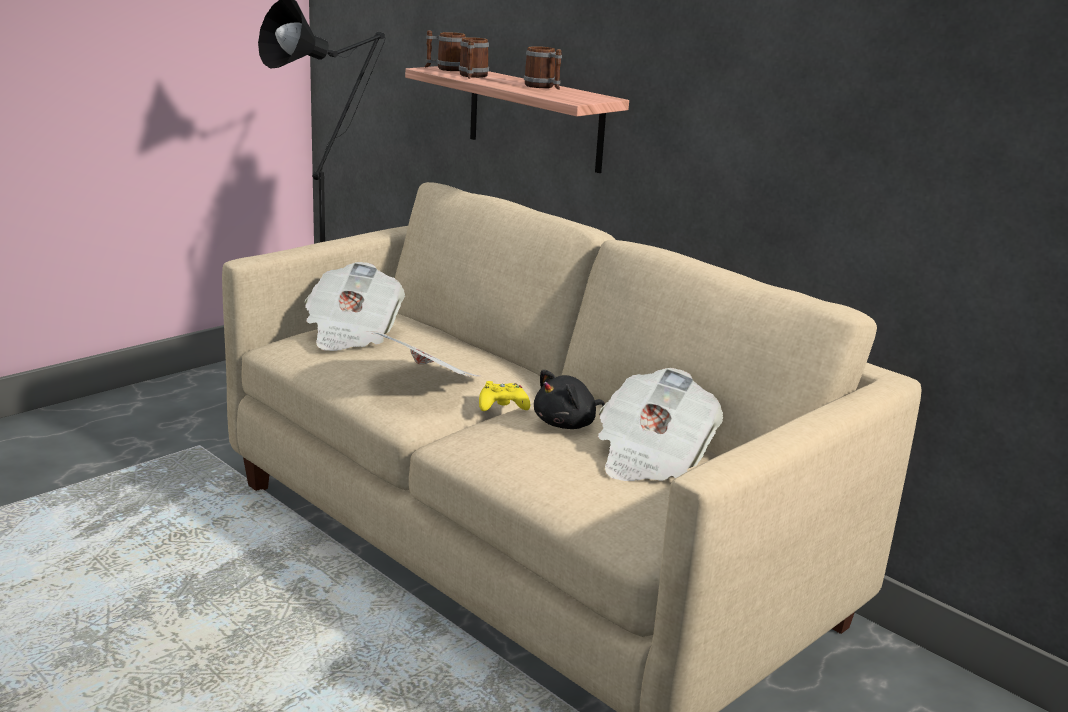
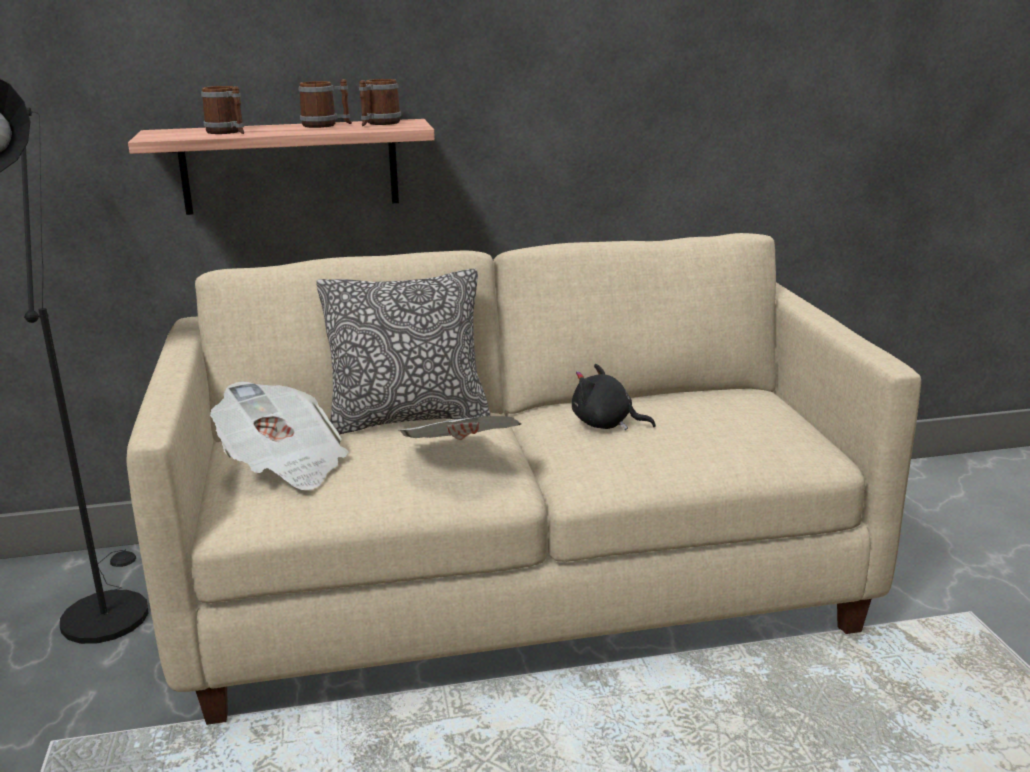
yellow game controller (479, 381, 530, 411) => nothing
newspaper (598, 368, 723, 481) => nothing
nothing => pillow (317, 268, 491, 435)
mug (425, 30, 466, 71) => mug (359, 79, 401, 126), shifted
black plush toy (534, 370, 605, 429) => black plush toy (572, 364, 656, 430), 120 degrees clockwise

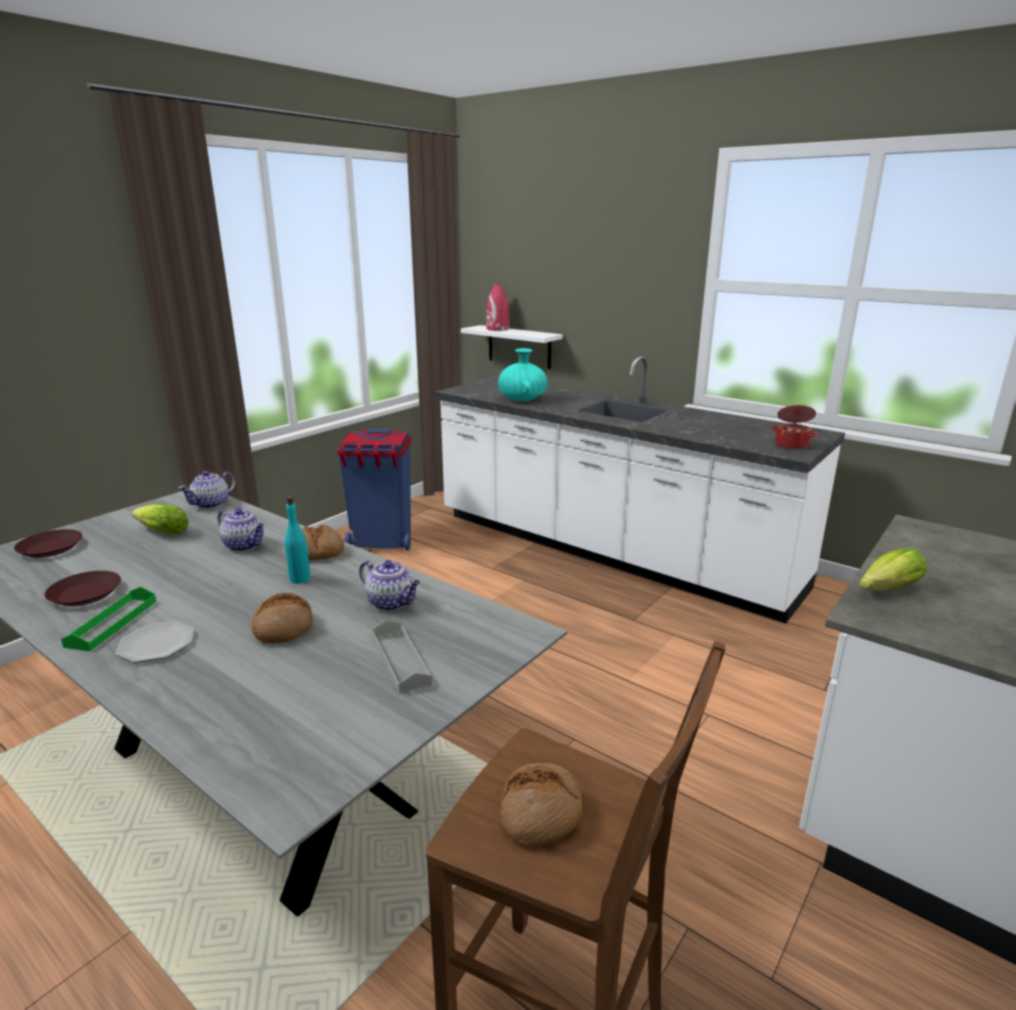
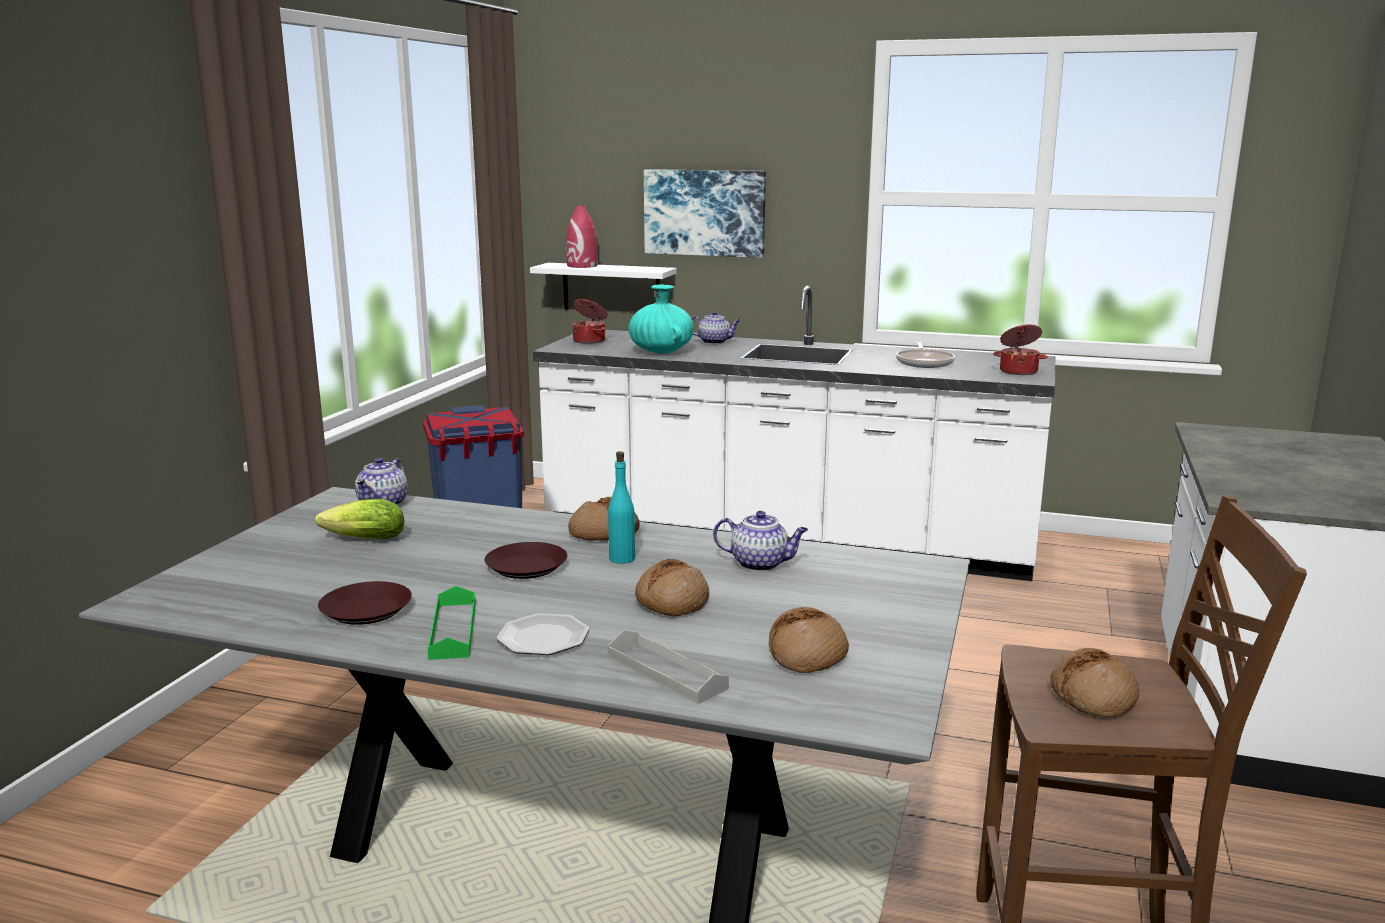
lettuce (860, 548, 927, 591) => nothing
nothing => cooking pot (573, 299, 607, 344)
nothing => picture (644, 169, 766, 258)
nothing => bread (769, 607, 849, 673)
nothing => frying pan (896, 342, 955, 368)
brown plate (14, 529, 83, 558) => brown plate (484, 542, 567, 579), shifted
teapot (218, 508, 264, 551) => teapot (691, 311, 741, 344), shifted
grey tray (372, 620, 432, 694) => grey tray (608, 630, 729, 704), shifted

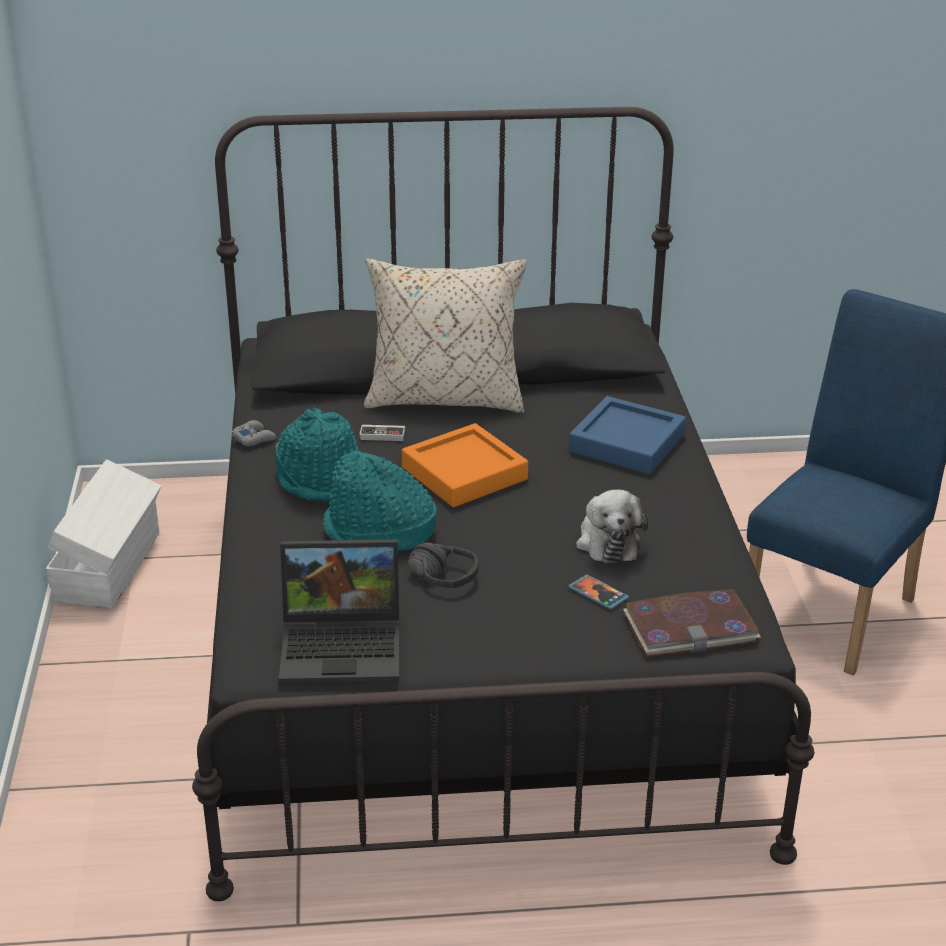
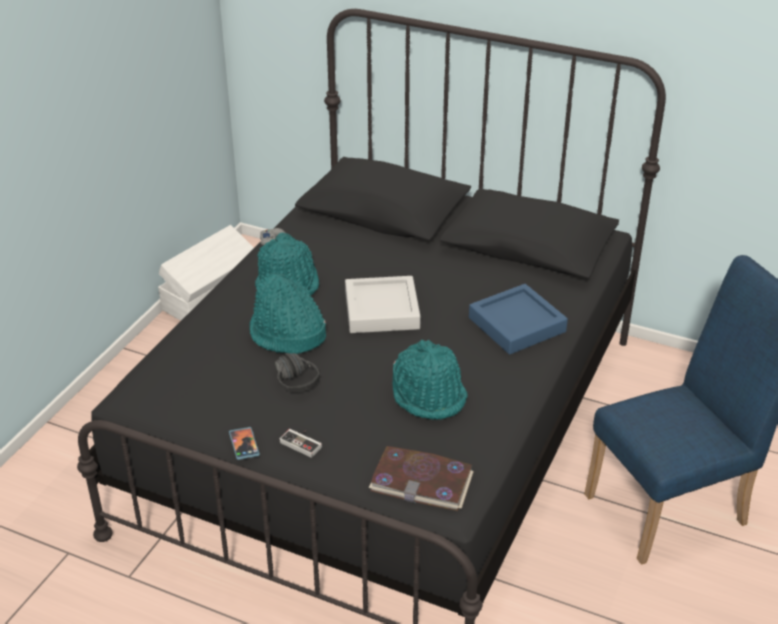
laptop (279, 539, 400, 686) => nothing
beige pillow (364, 258, 526, 413) => nothing
game controller (360, 422, 405, 441) => game controller (279, 429, 322, 458), shifted
phone (568, 574, 629, 609) => phone (229, 427, 260, 460), shifted
plush toy (576, 490, 648, 563) => turquoise hat (393, 340, 468, 420)
orange tray (402, 423, 528, 507) => grey tray (345, 276, 421, 333)

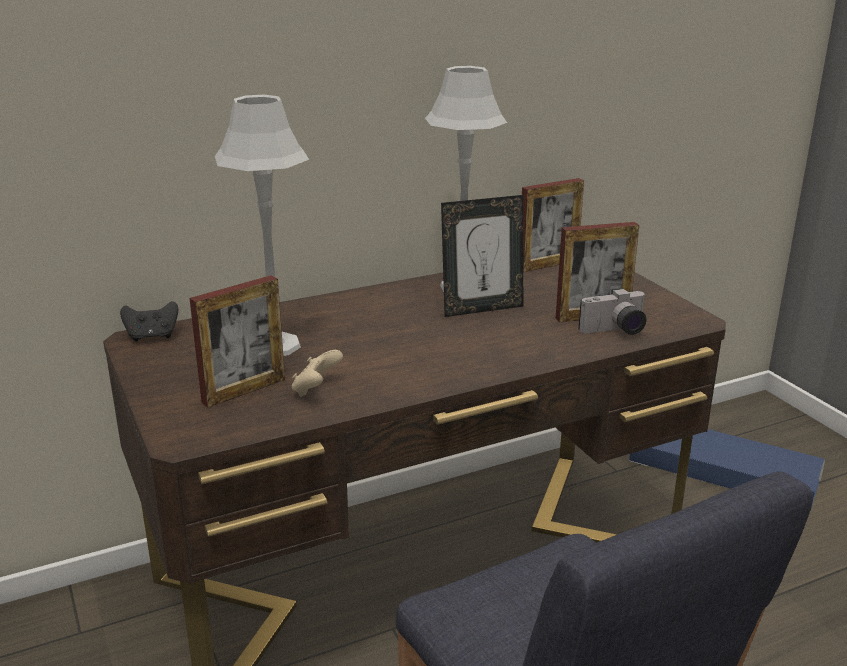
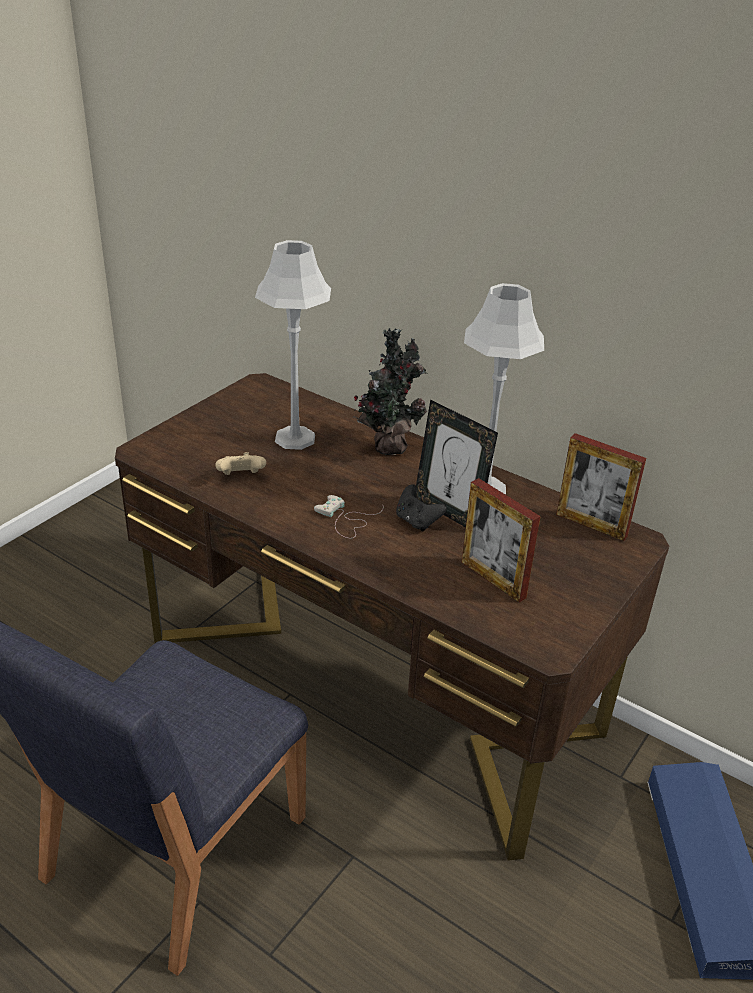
picture frame (189, 275, 285, 408) => nothing
photo camera (578, 288, 646, 335) => nothing
nothing => white game controller (314, 495, 383, 538)
nothing => potted plant (353, 328, 427, 455)
black game controller (120, 301, 178, 342) => black game controller (396, 484, 447, 531), shifted

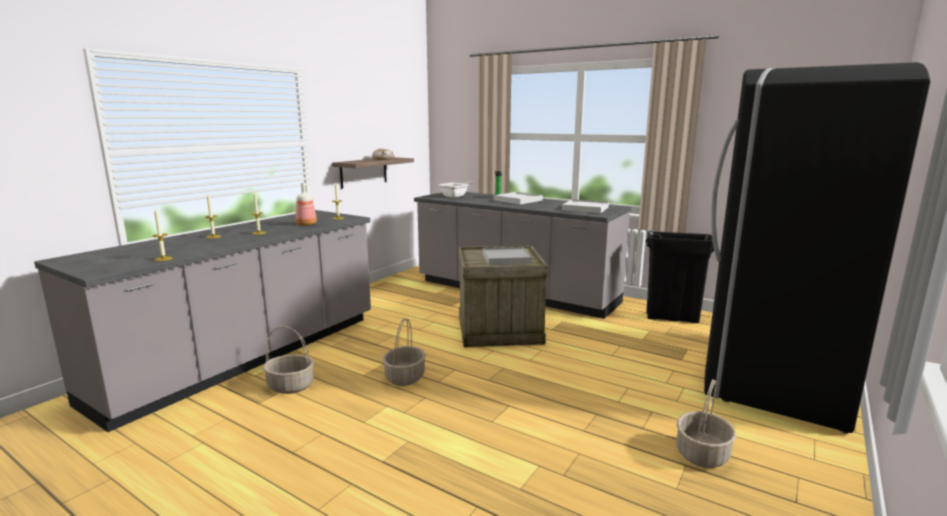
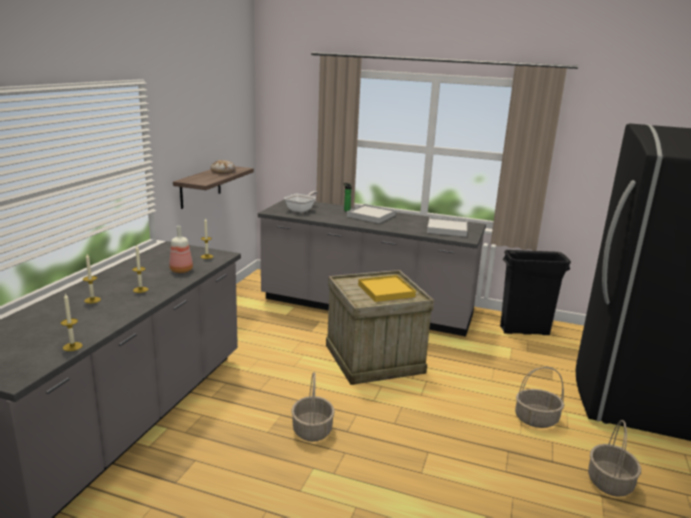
basket (263, 326, 314, 394) => basket (515, 367, 564, 428), shifted
white tray (483, 247, 532, 265) => yellow tray (358, 275, 416, 302)

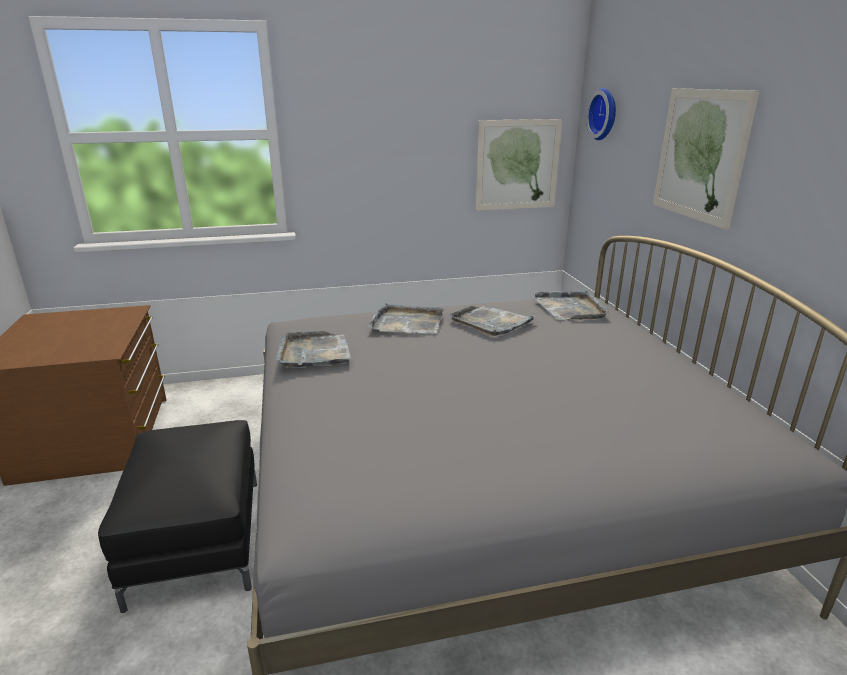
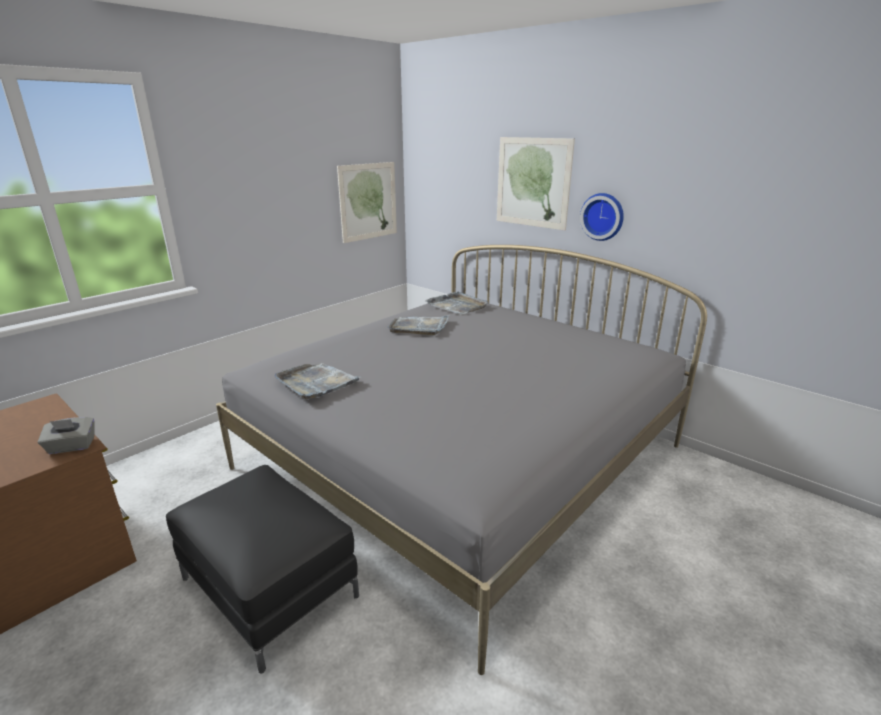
grey tray (369, 303, 444, 334) => nothing
nothing => grey tissue box (38, 417, 95, 454)
wall clock (586, 88, 616, 140) => wall clock (580, 193, 624, 241), shifted

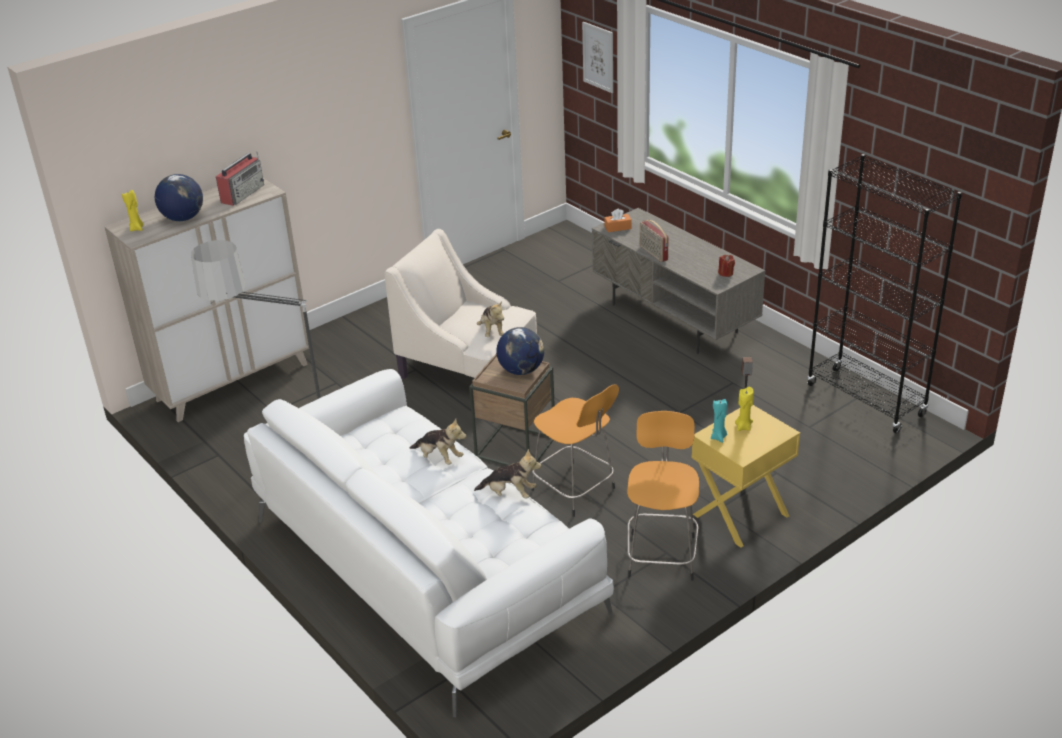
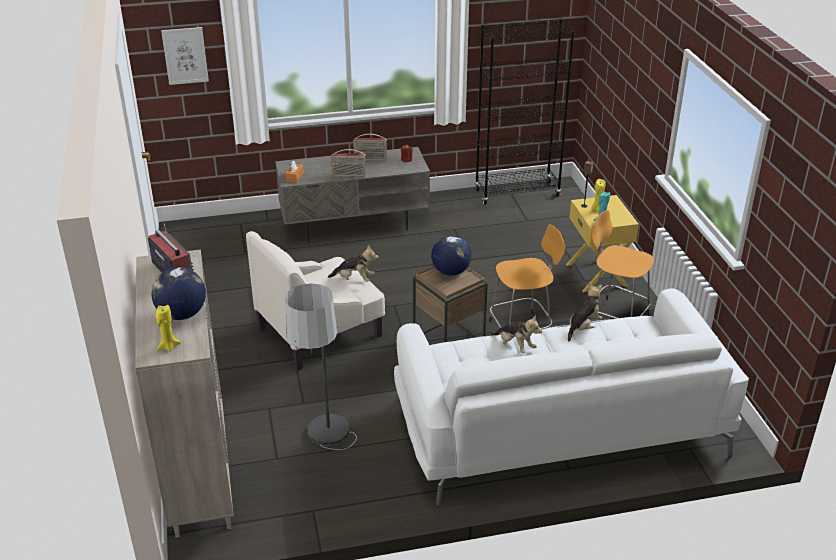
nothing => radio (353, 134, 387, 161)
plush toy (410, 419, 467, 465) => plush toy (491, 314, 542, 354), 75 degrees clockwise

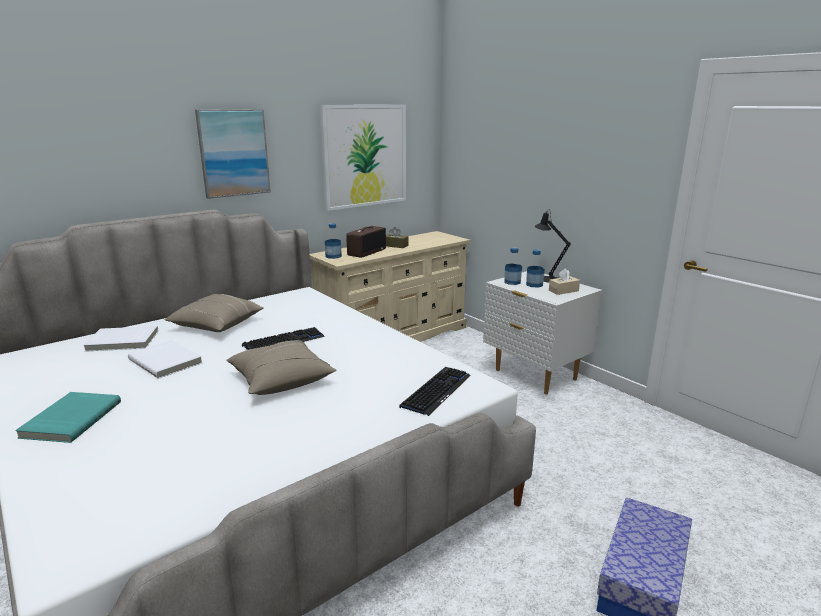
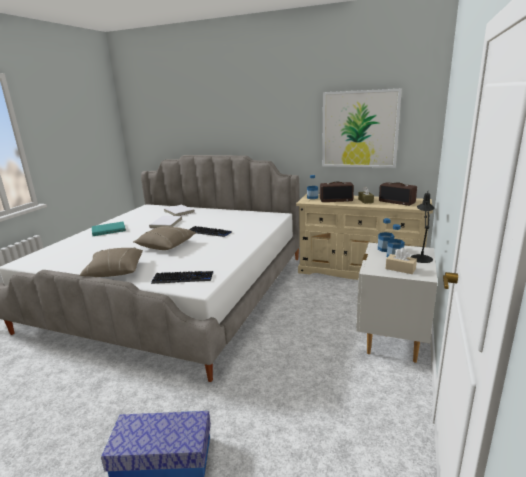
picture (195, 109, 271, 199) => nothing
nothing => radio (379, 182, 417, 206)
beige pillow (165, 294, 264, 332) => beige pillow (79, 247, 143, 277), shifted

